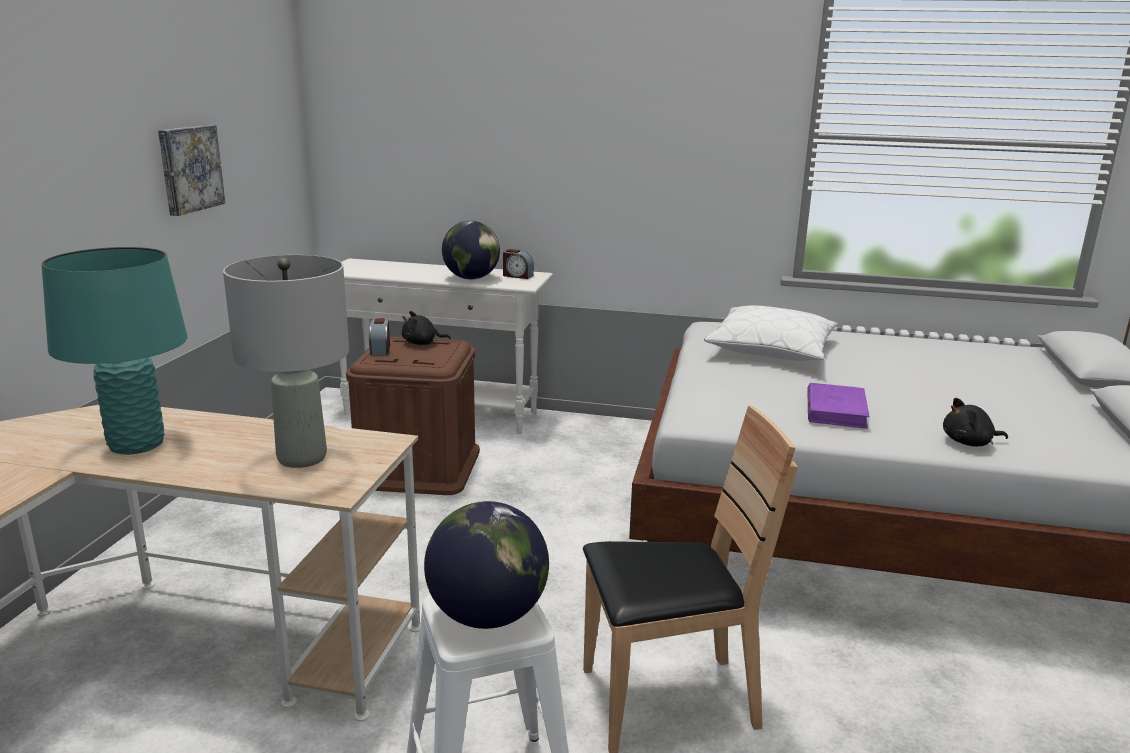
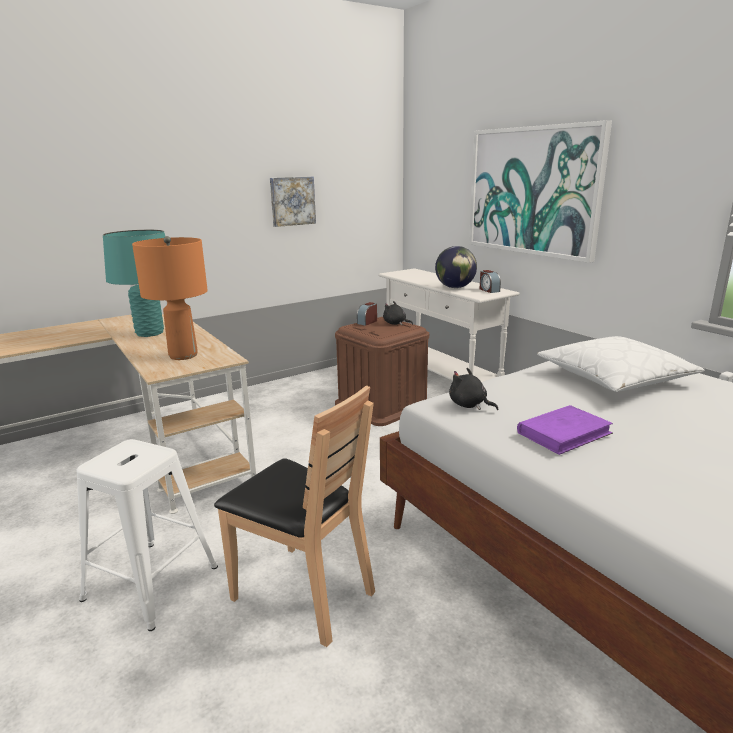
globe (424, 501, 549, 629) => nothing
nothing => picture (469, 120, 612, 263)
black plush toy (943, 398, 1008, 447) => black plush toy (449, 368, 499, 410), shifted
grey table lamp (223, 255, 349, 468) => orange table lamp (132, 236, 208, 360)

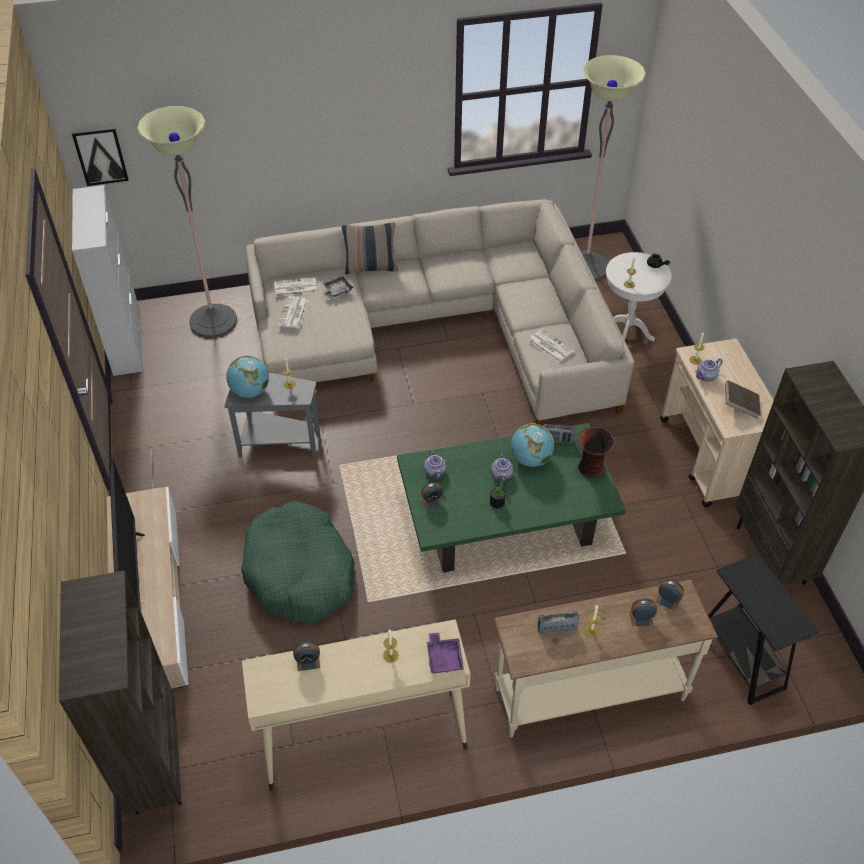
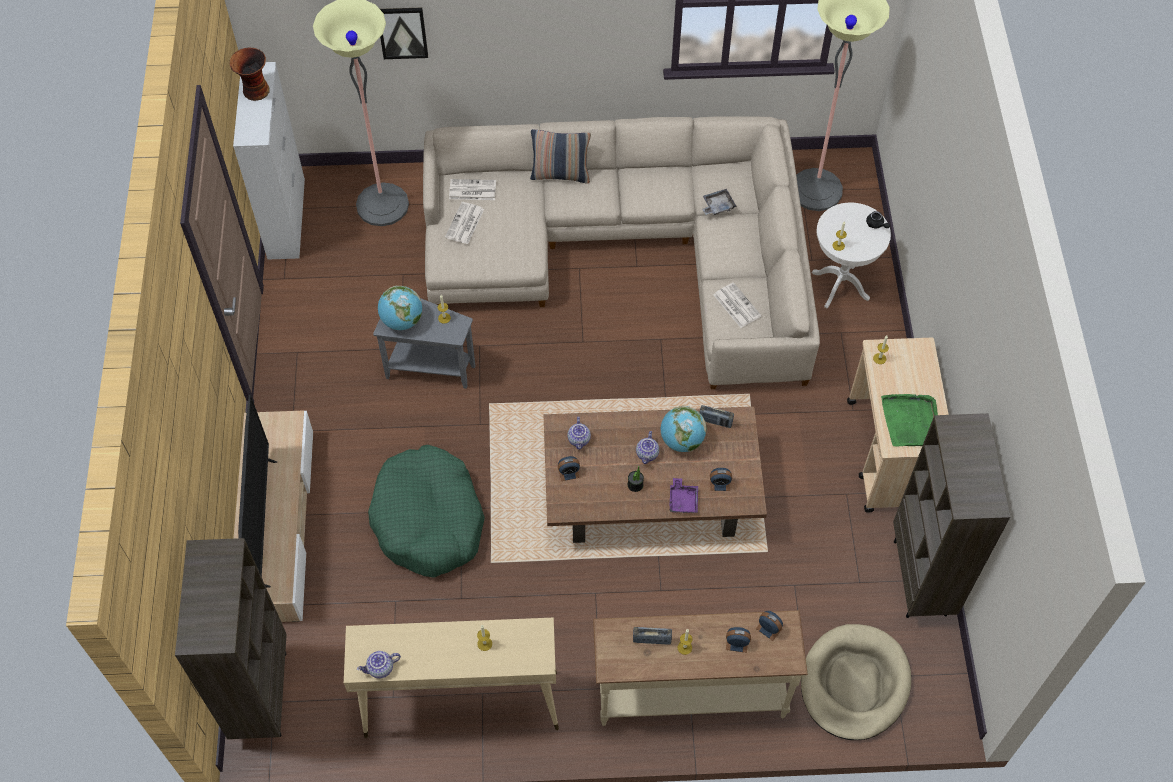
picture (72, 127, 129, 186) => picture (380, 8, 428, 59), shifted
alarm clock (293, 641, 320, 671) => alarm clock (710, 468, 732, 491), shifted
grey tray (322, 276, 353, 297) => grey tray (702, 189, 737, 215), shifted
purple tray (427, 633, 464, 674) => purple tray (669, 478, 698, 513), shifted
vase (578, 427, 614, 478) => vase (230, 48, 270, 101), shifted
teapot (695, 358, 723, 381) => teapot (357, 651, 401, 679), shifted
black side table (708, 554, 819, 705) => beige dog bed (801, 624, 911, 740)
brown book (725, 380, 761, 418) => green tray (881, 394, 938, 447)
green coffee table (397, 423, 626, 573) => brown coffee table (544, 407, 767, 543)

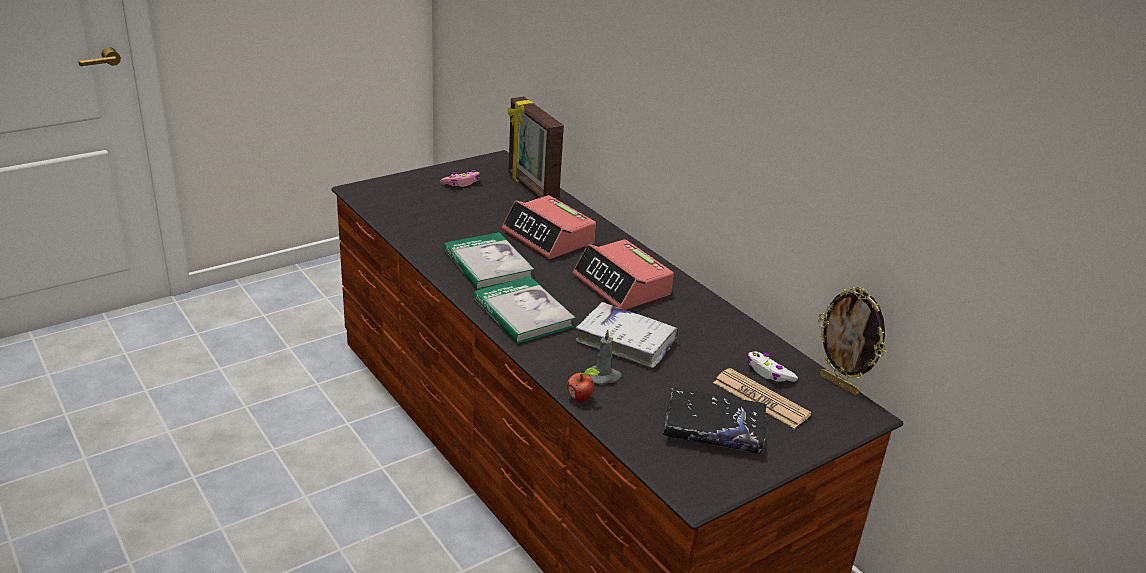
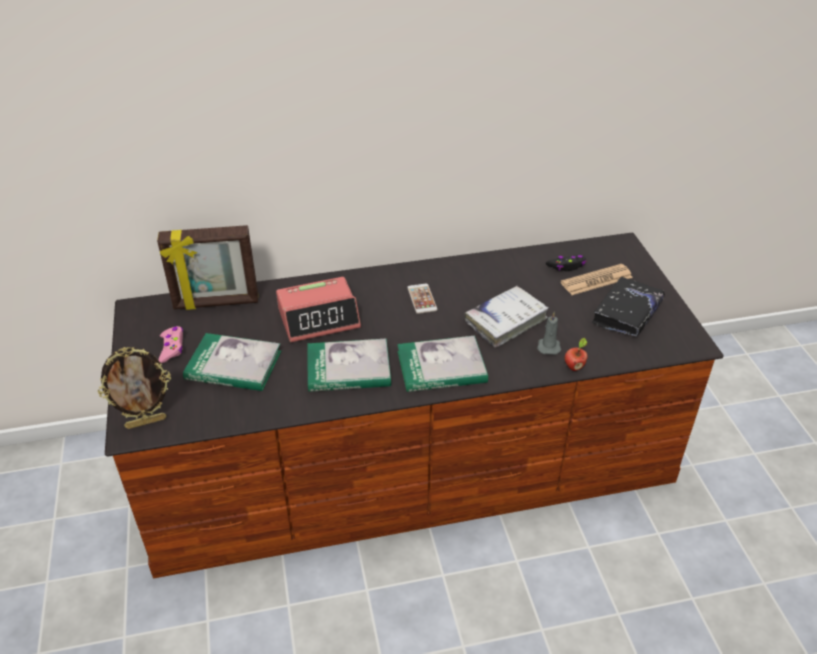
nothing => book (183, 333, 281, 391)
picture frame (818, 287, 886, 395) => picture frame (98, 347, 171, 429), shifted
alarm clock (573, 239, 674, 310) => phone (407, 284, 438, 314)
white game controller (747, 351, 798, 382) => black game controller (546, 255, 586, 271)

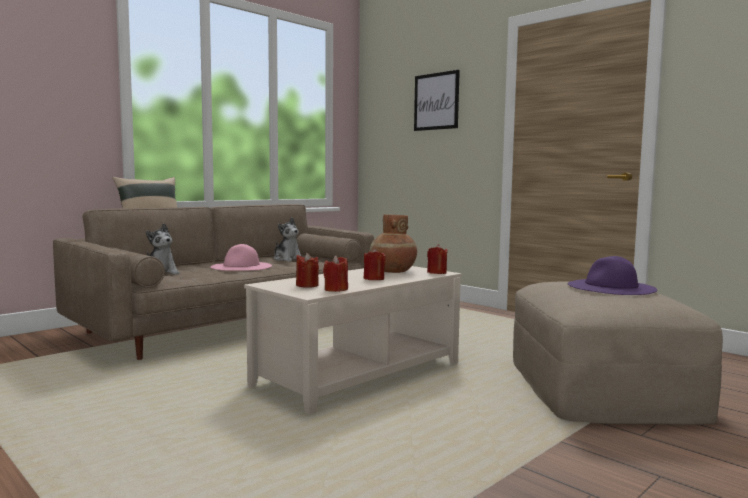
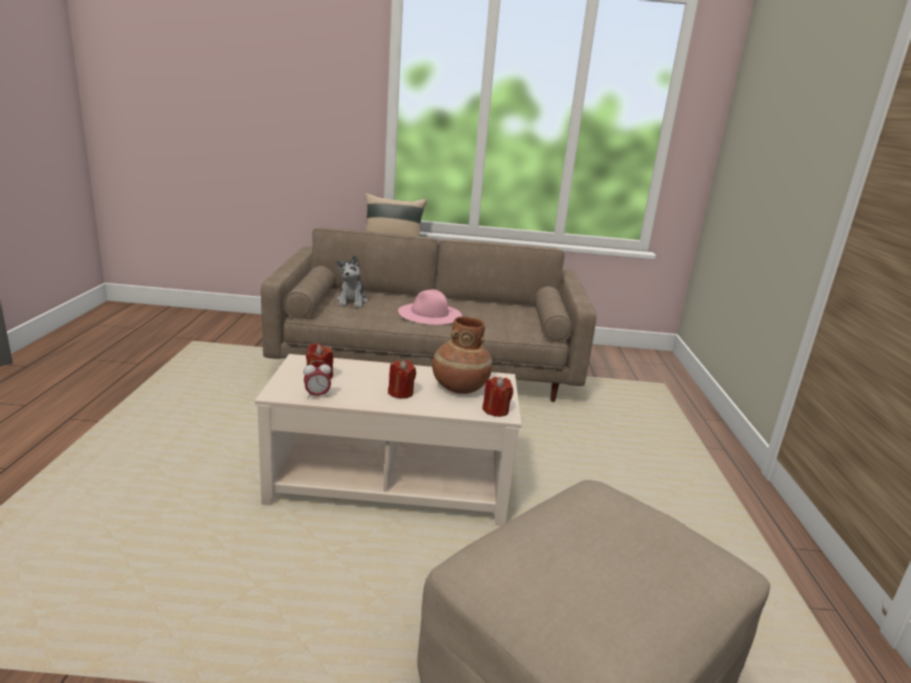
plush toy (274, 217, 301, 262) => nothing
picture (414, 70, 460, 131) => nothing
purple hat (568, 256, 657, 295) => nothing
red candle (323, 255, 348, 292) => alarm clock (303, 360, 331, 398)

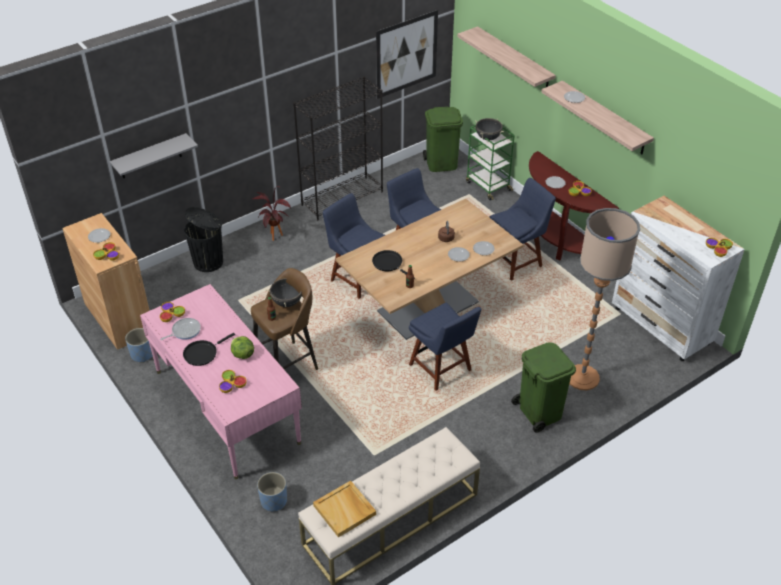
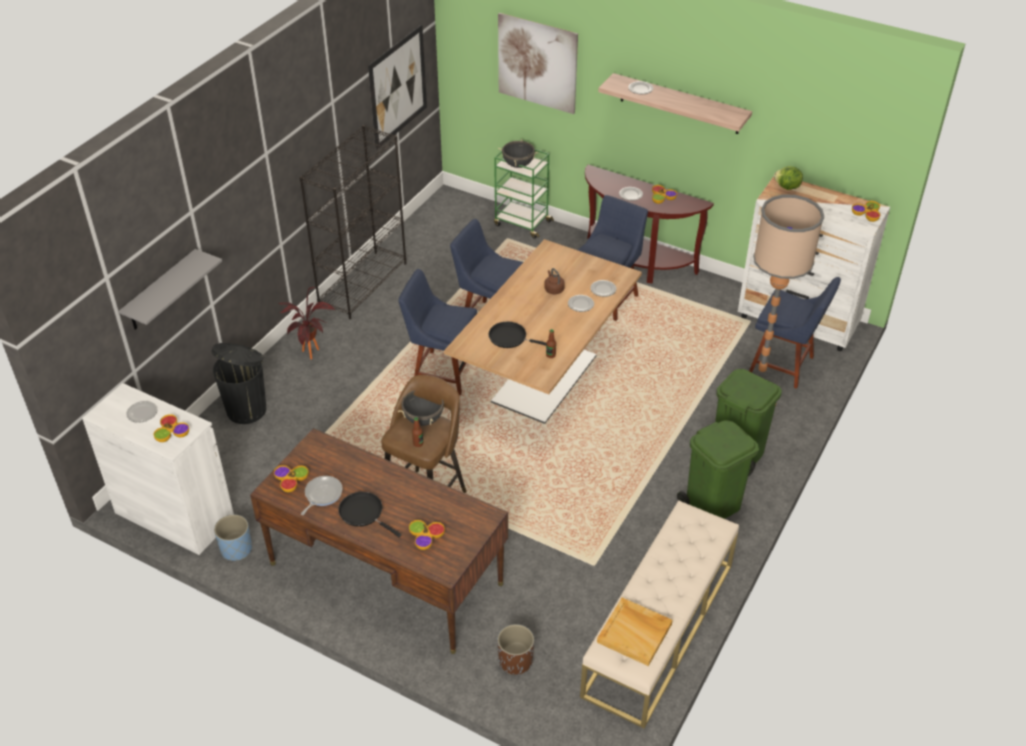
lettuce (231, 336, 254, 359) => lettuce (774, 166, 803, 190), shifted
blue chair (409, 302, 481, 391) => blue chair (749, 277, 841, 389), shifted
green trash can (423, 106, 463, 172) => green trash can (677, 421, 759, 519), shifted
shelf (457, 26, 556, 87) => picture (498, 13, 578, 114)
brown cabinet (62, 213, 150, 350) => white cabinet (82, 383, 234, 555)
pink desk (140, 284, 302, 479) => brown desk (250, 428, 508, 654)
blue planter (257, 472, 287, 511) => brown planter (497, 624, 534, 674)
black frying pan (183, 333, 235, 366) => black frying pan (338, 492, 401, 537), 105 degrees clockwise

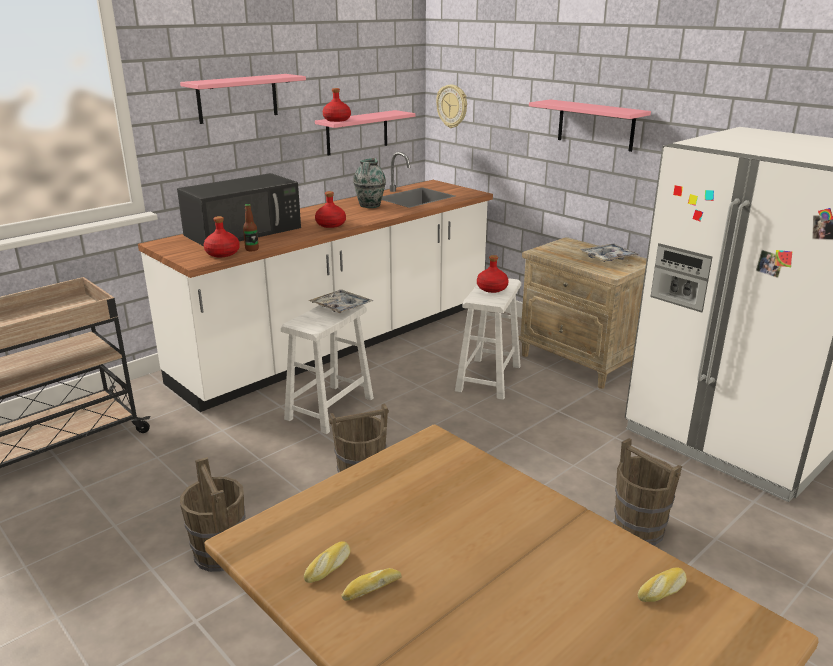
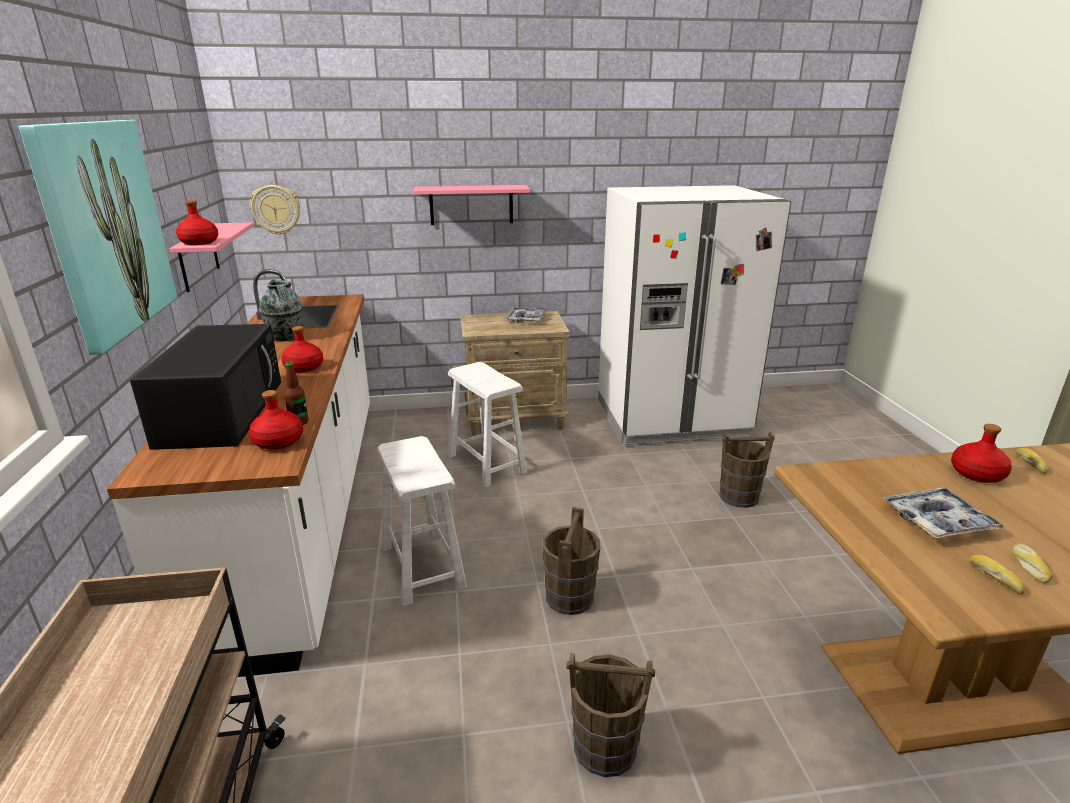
tray (308, 290, 373, 313) => tray (883, 487, 1005, 538), shifted
red bottle (477, 255, 509, 293) => red bottle (951, 424, 1012, 483), shifted
pink shelf (180, 74, 306, 124) => picture (19, 120, 178, 355)

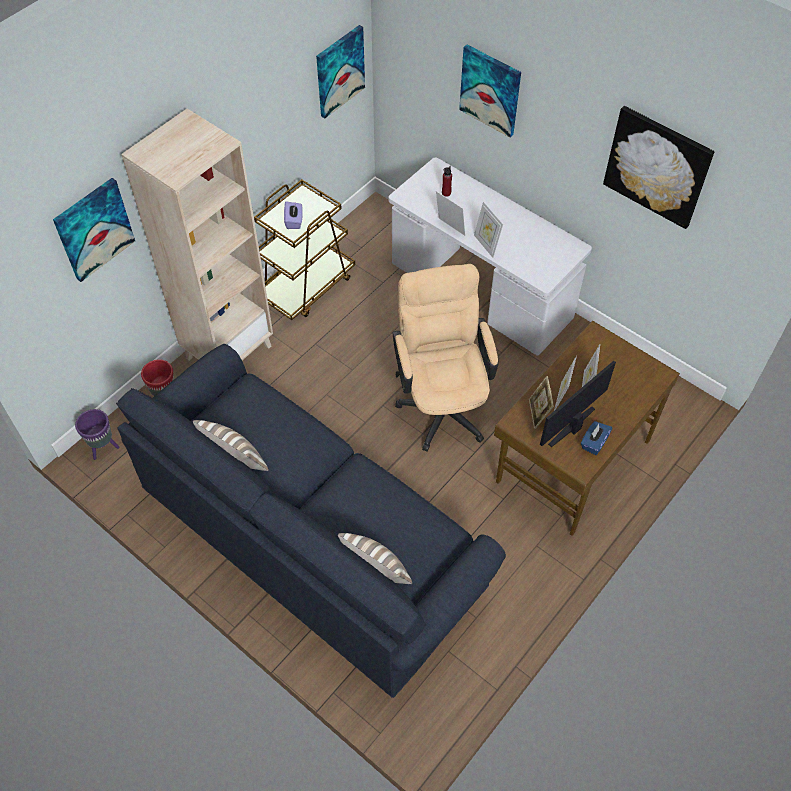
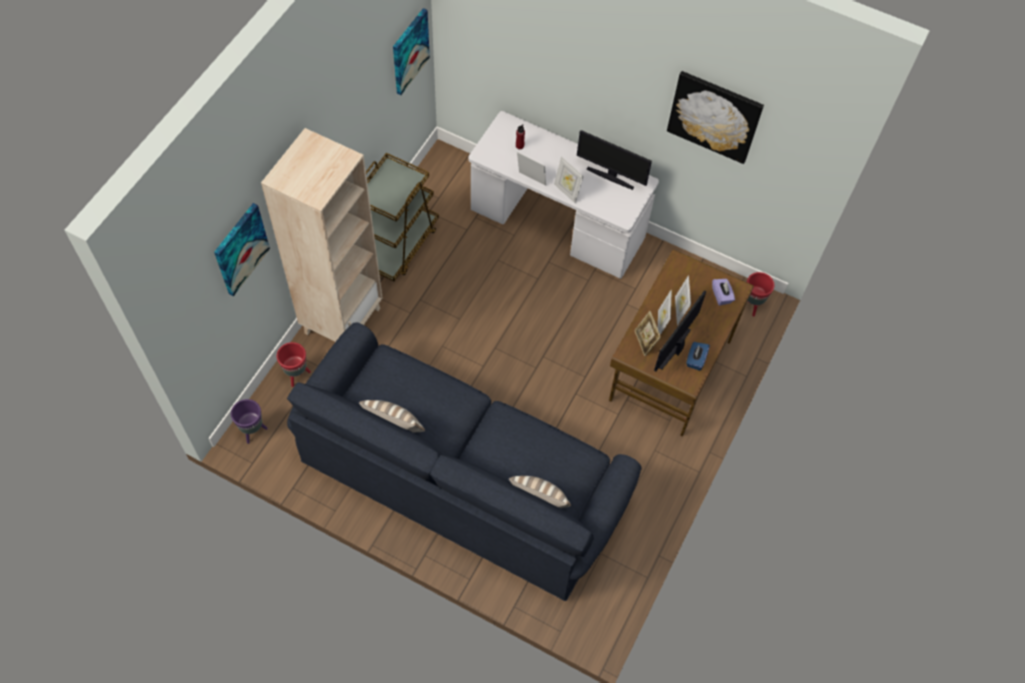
beige office chair (392, 264, 498, 452) => nothing
picture (459, 45, 521, 137) => nothing
nothing => monitor (577, 130, 652, 190)
nothing => red planter (747, 272, 775, 317)
purple tissue box (284, 201, 303, 229) => purple tissue box (712, 279, 735, 306), shifted

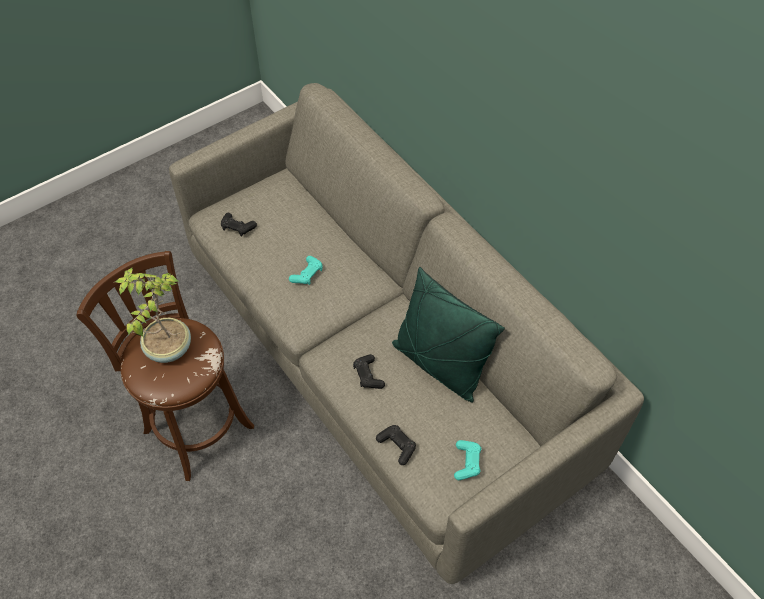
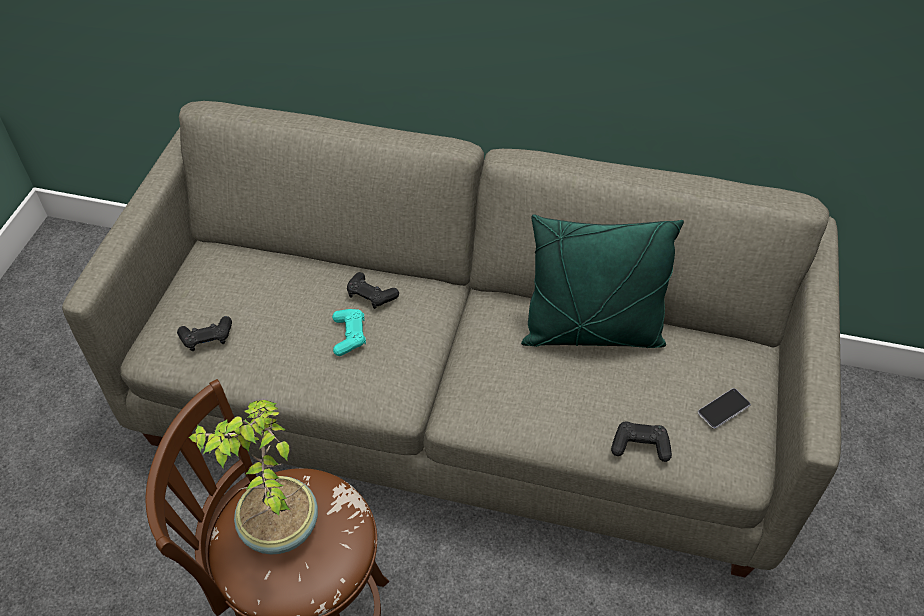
black game controller (353, 354, 385, 389) => black game controller (347, 272, 399, 309), shifted
turquoise game controller (454, 440, 481, 480) => phone (698, 388, 750, 429)

